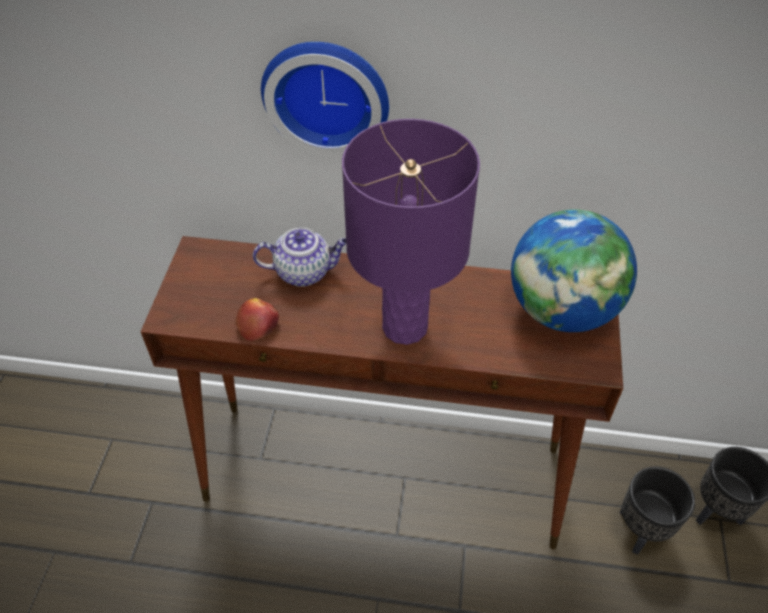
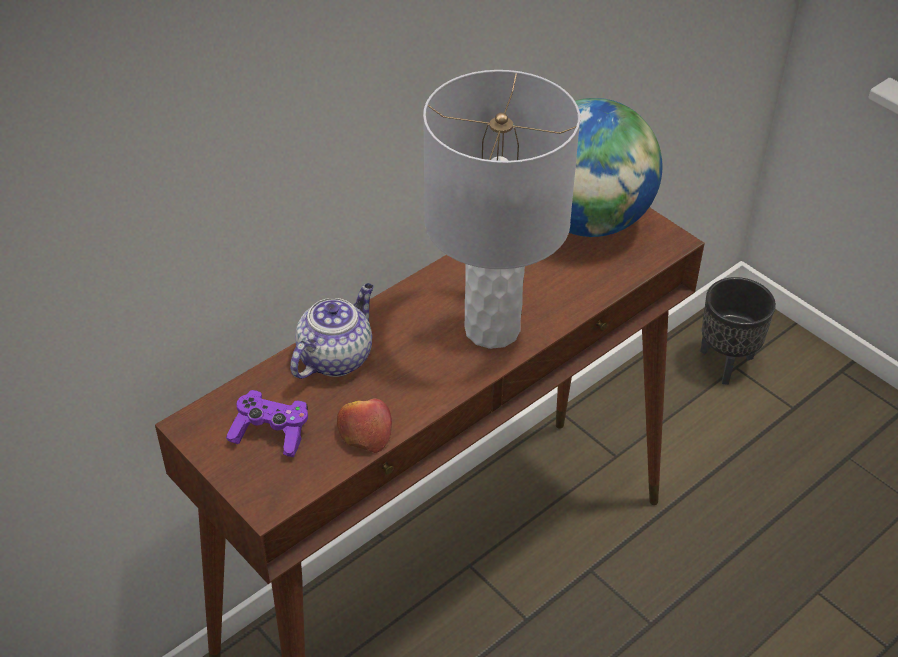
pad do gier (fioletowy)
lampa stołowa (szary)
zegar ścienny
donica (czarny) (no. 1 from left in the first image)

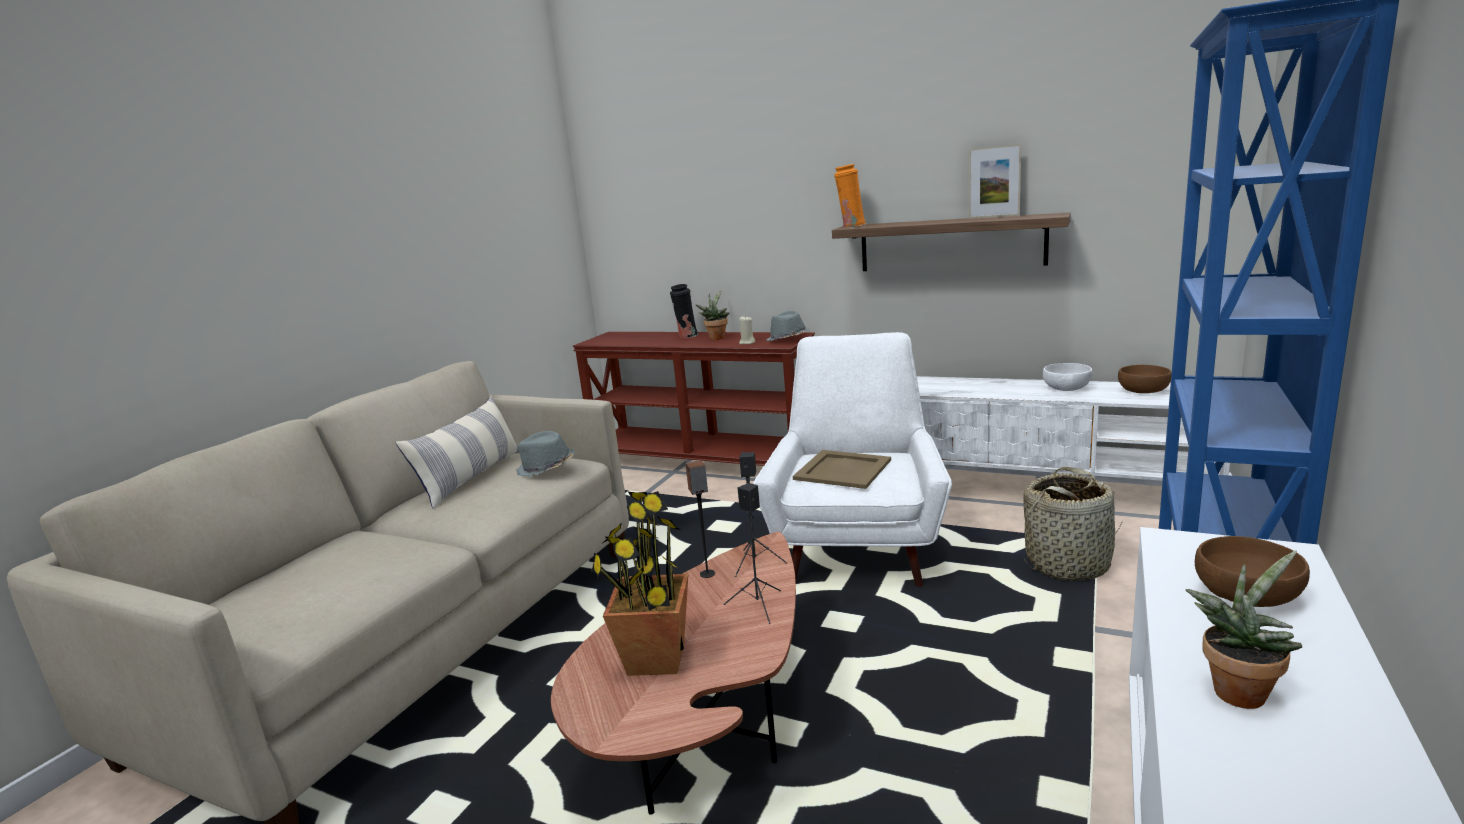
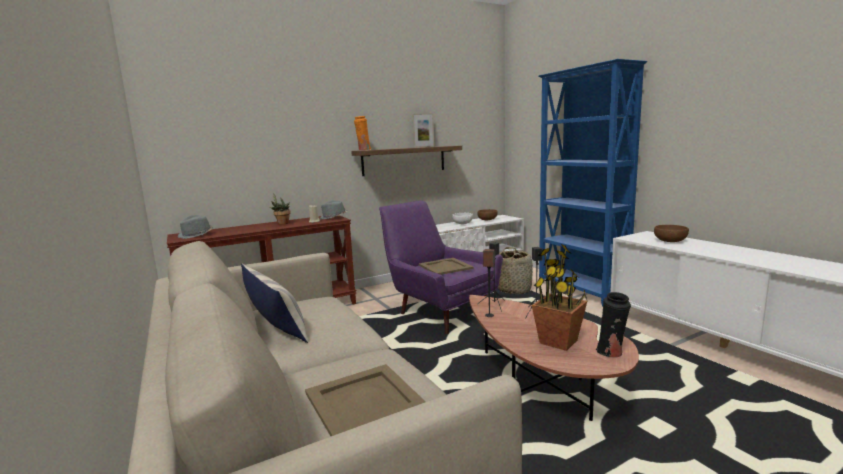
kapelusz (szary) (no. 1 from left)
taca (beżowy) (no. 1 from left)
fotel (fioletowy)
wazon (czarny)
roślina doniczkowa (no. 3 from left in the first image)

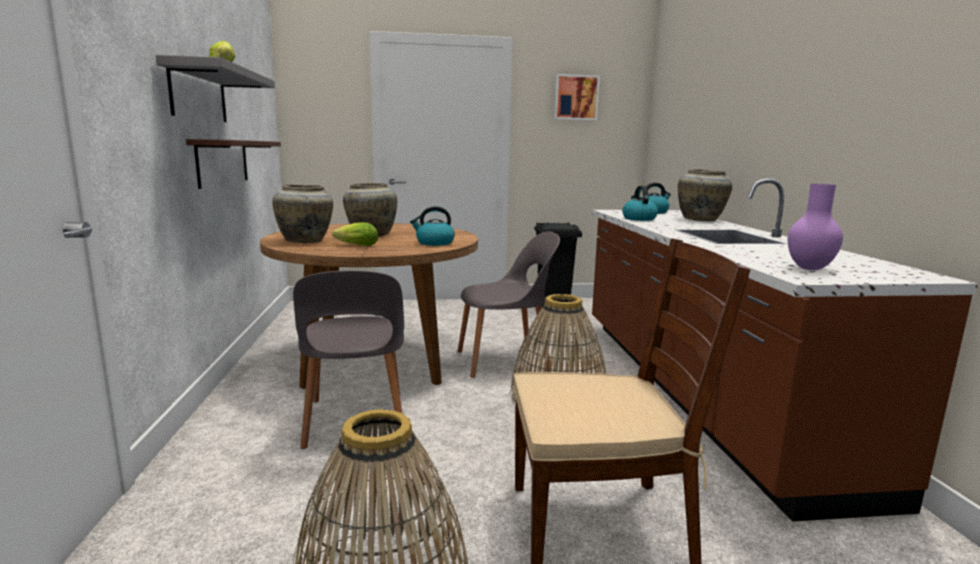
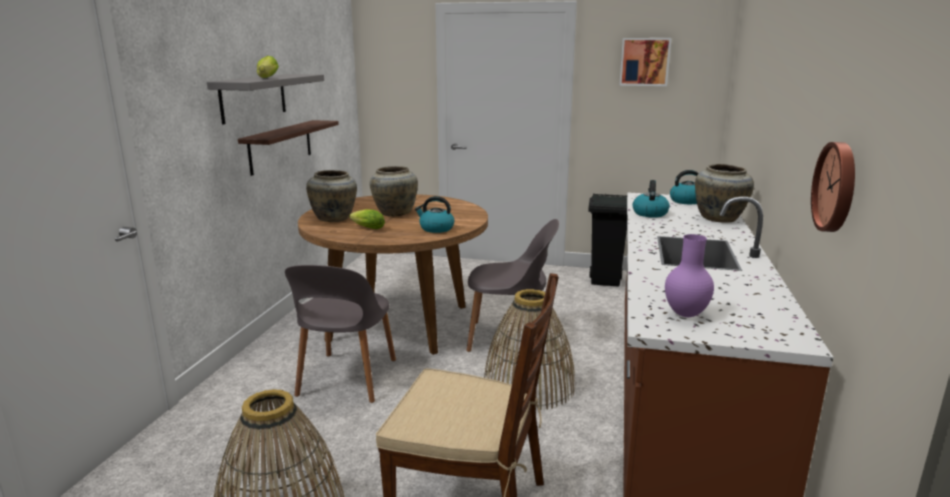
zegar ścienny

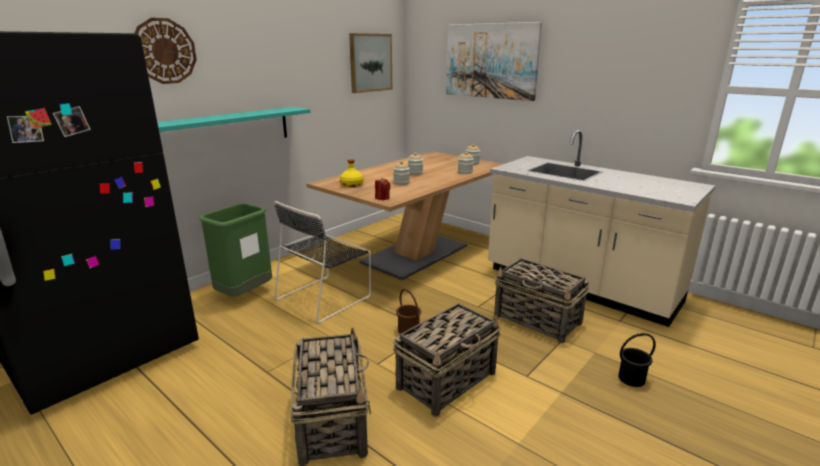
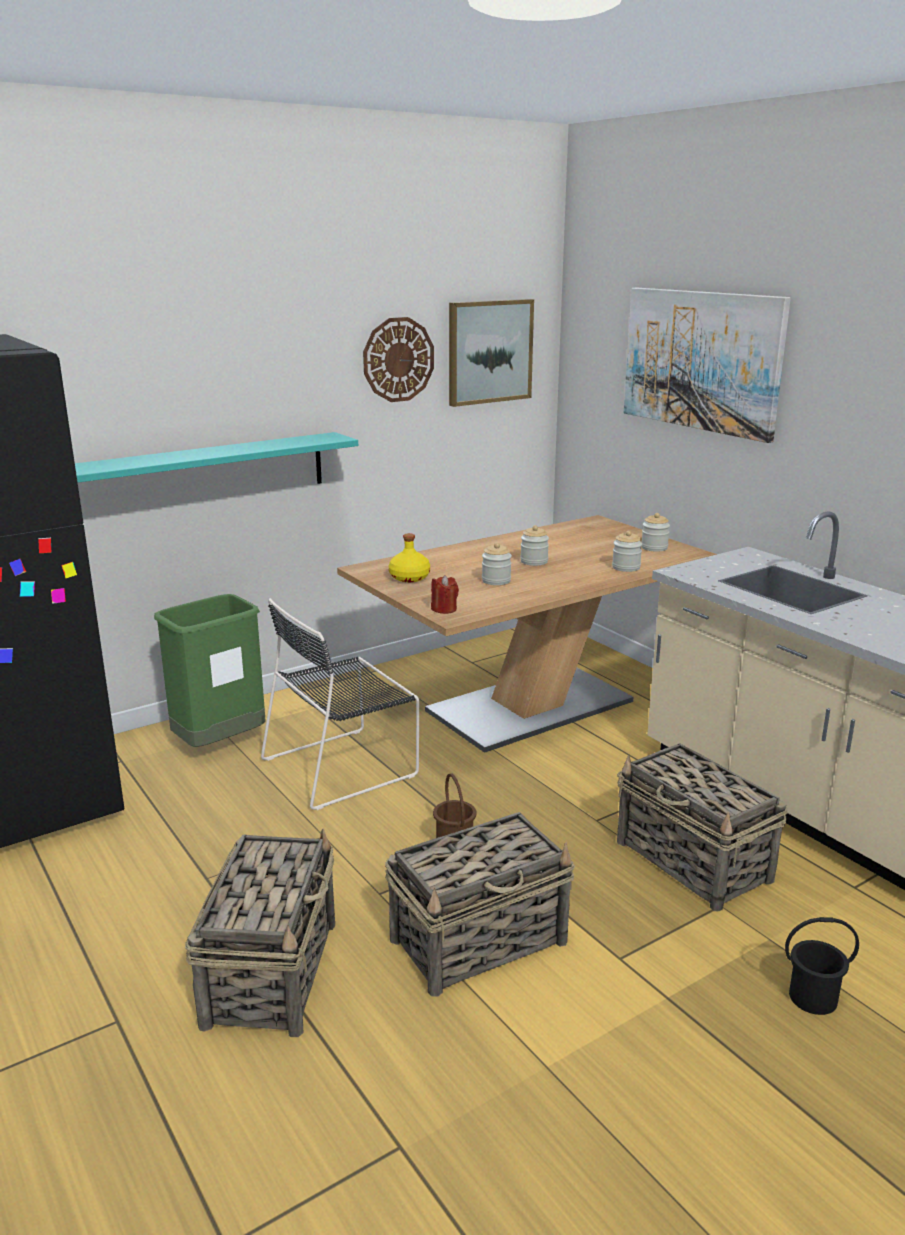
zegar ścienny

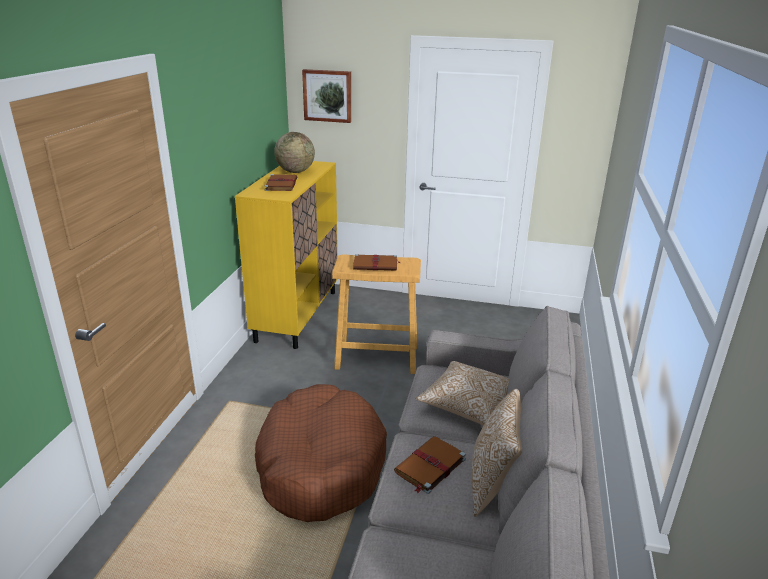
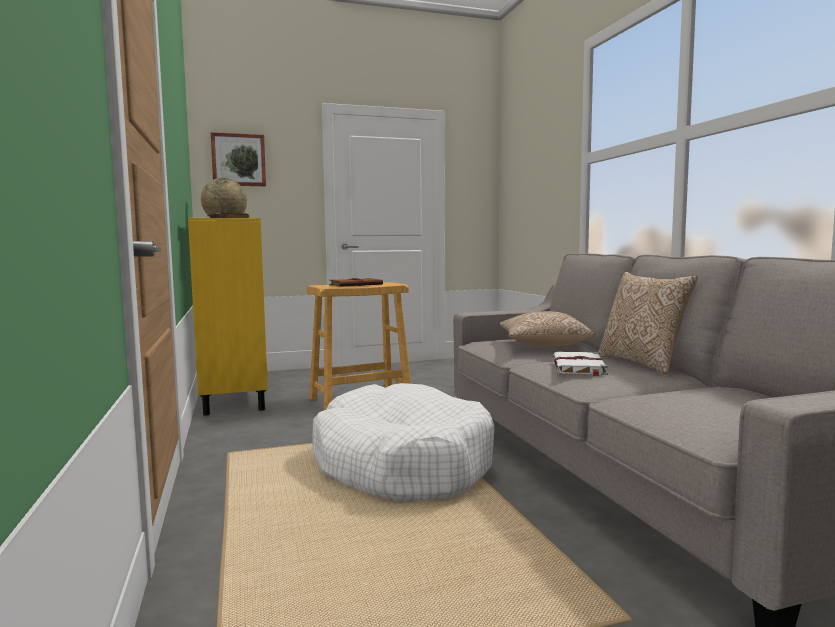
legowisko (biały)
książka (biały)

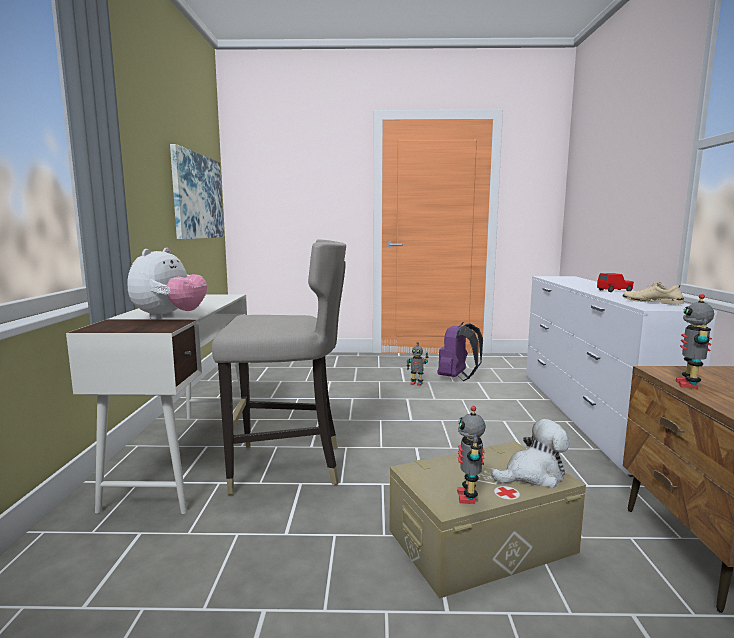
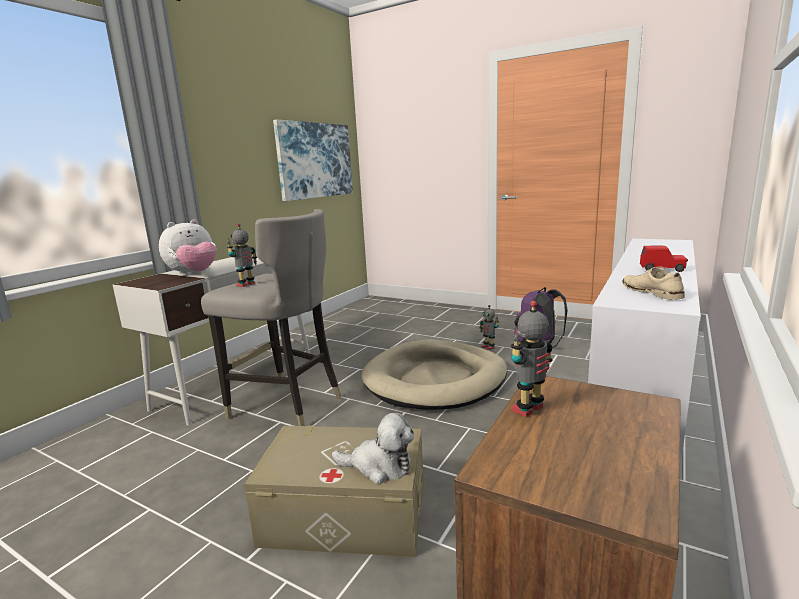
robot zabawkowy (no. 1 from left)
legowisko (beżowy)

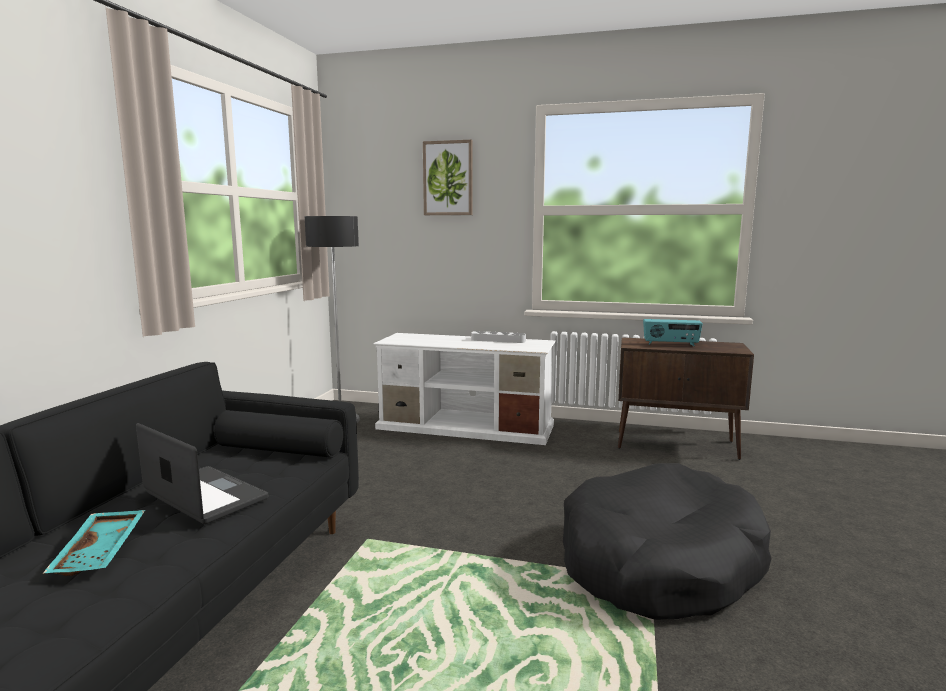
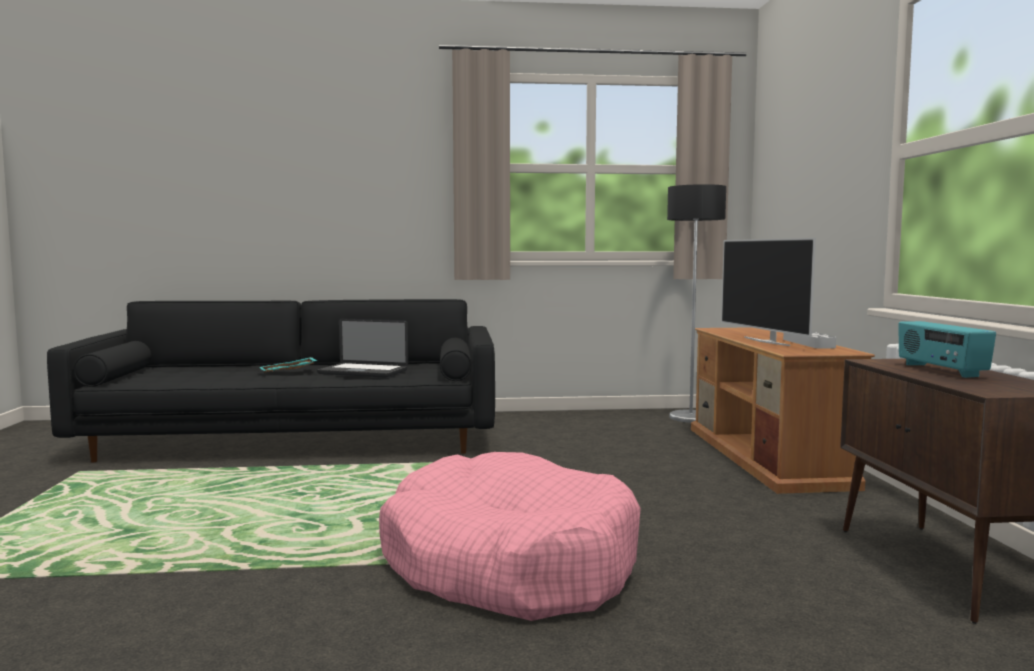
laptop
legowisko (różowy)
szafka pod telewizor (brązowy)
telewizor
obraz

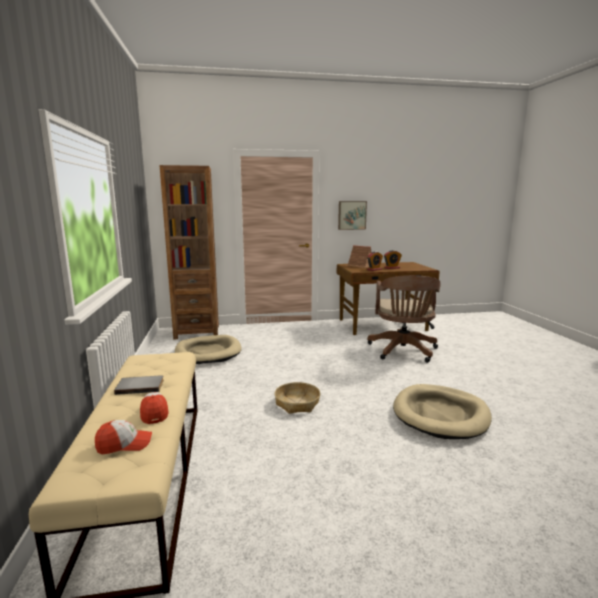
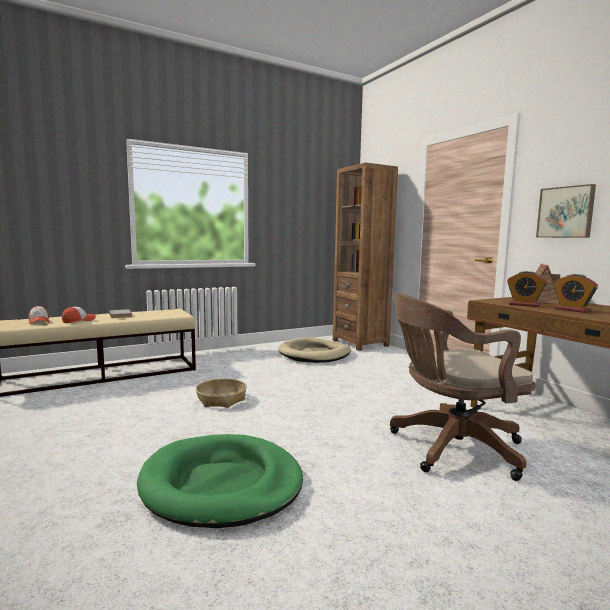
legowisko (zielony)

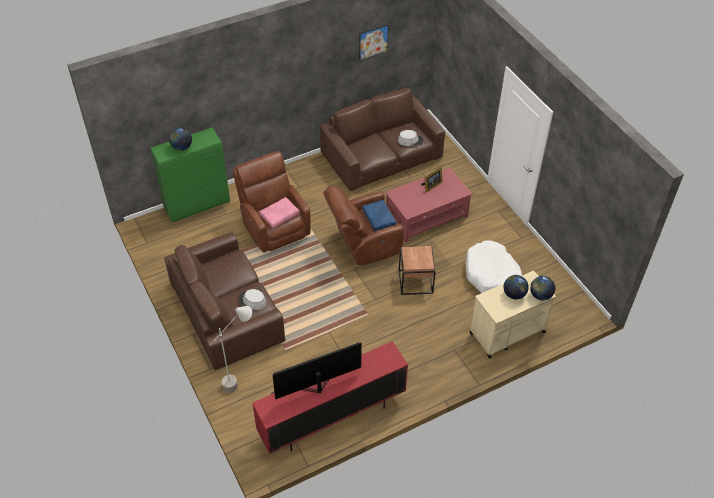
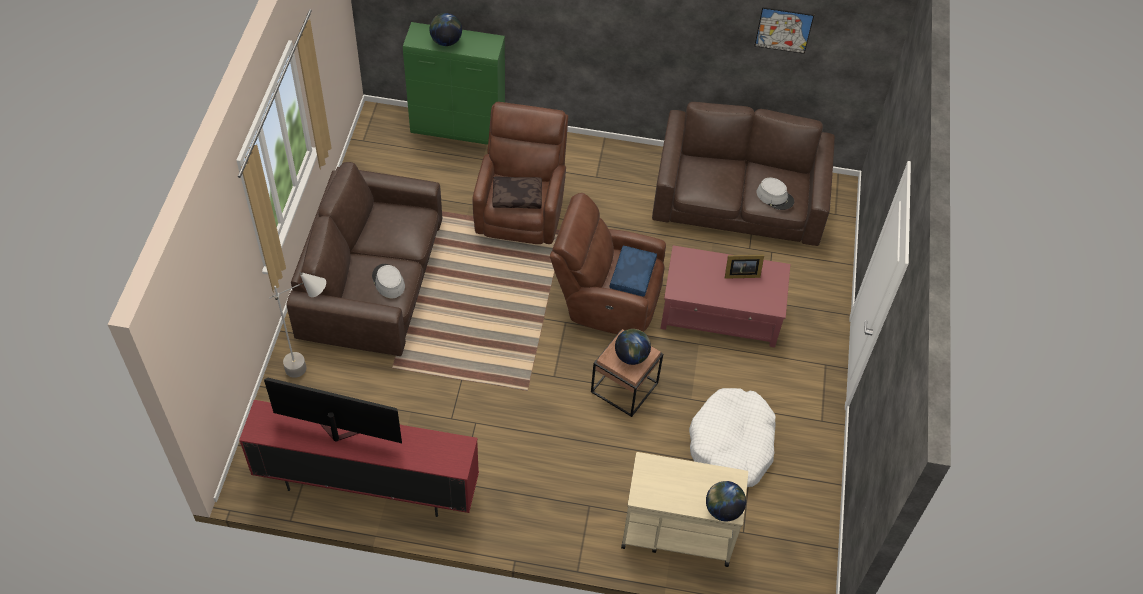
poduszka (brązowy)
globus (no. 2 from left)

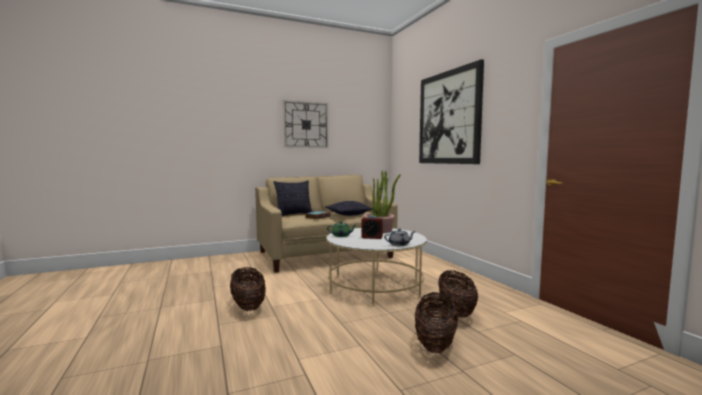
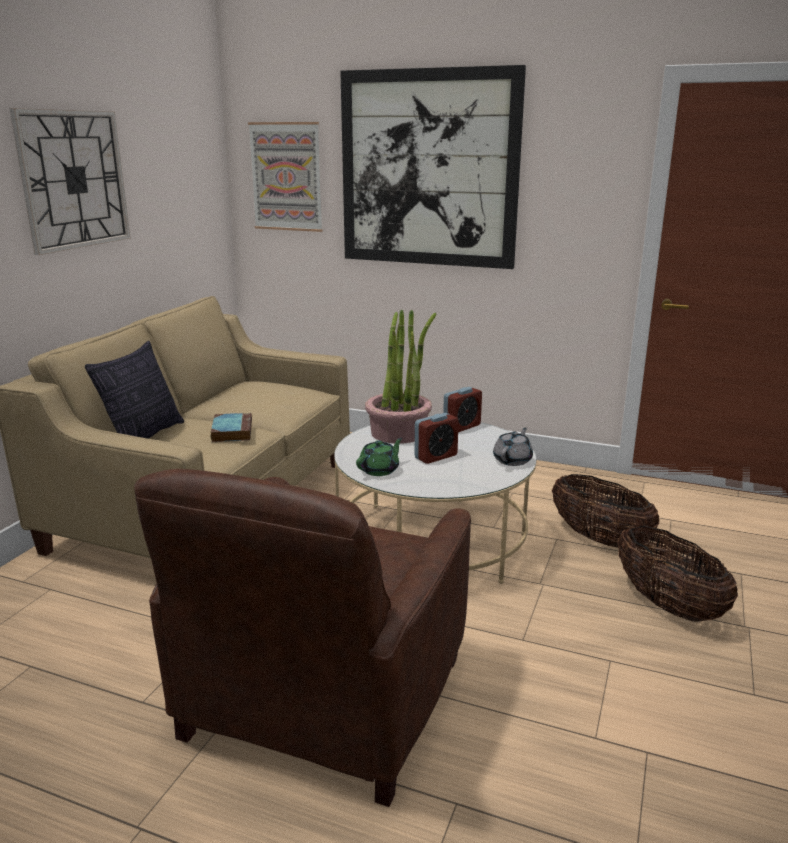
fotel (brązowy)
obraz (no. 1 from left)
budzik (no. 2 from left)
poduszka (no. 2 from left in the first image)

